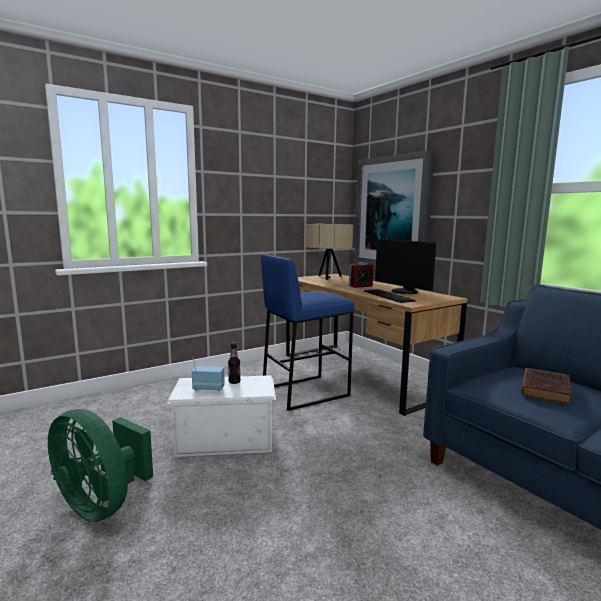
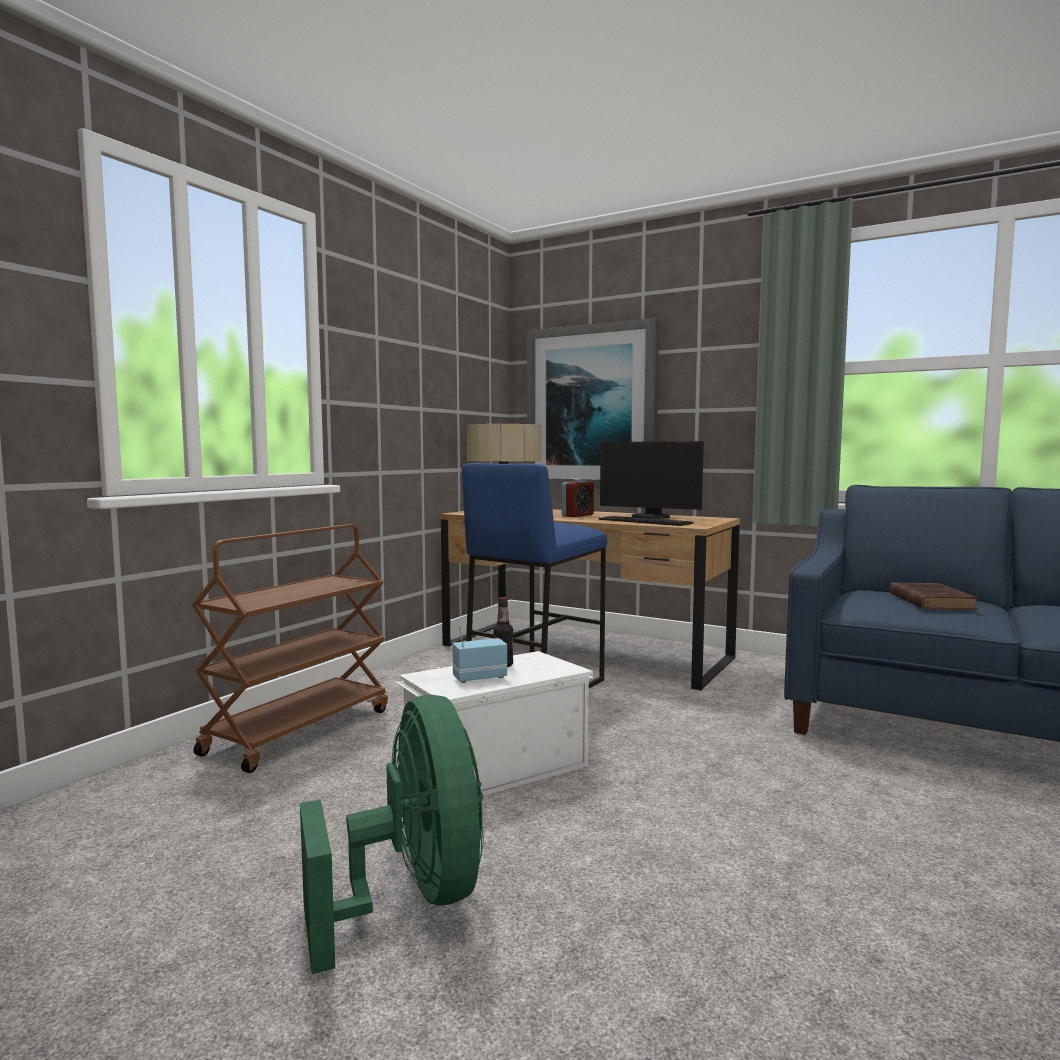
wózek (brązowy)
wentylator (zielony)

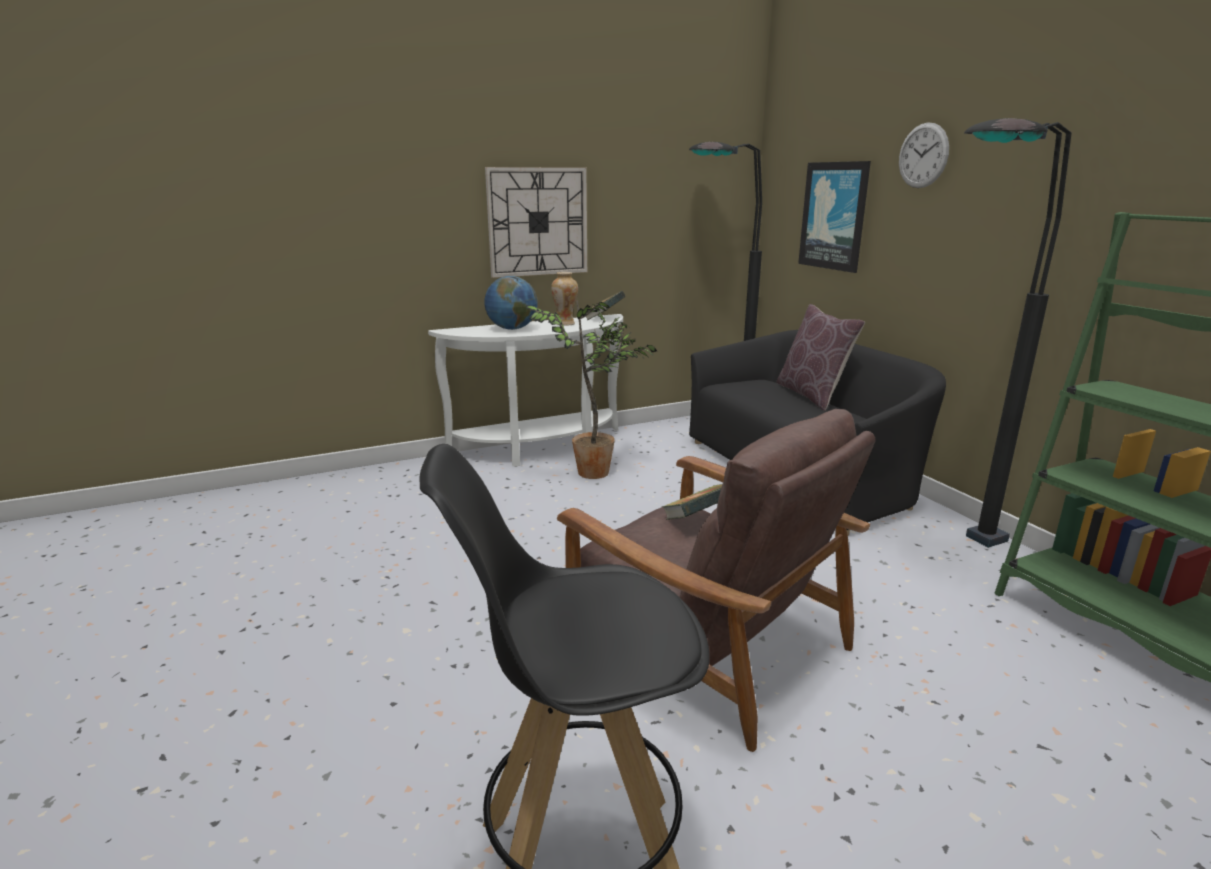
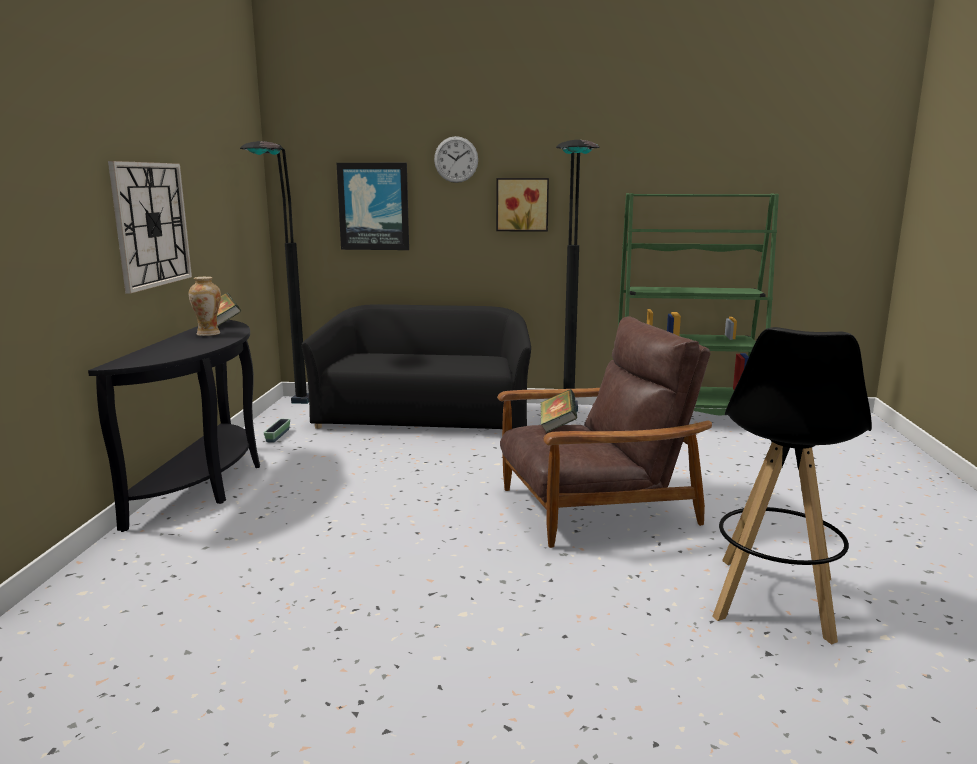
stolik konsolowy (czarny)
donica
obraz (no. 2 from left)
globus
roślina doniczkowa
poduszka (brązowy)

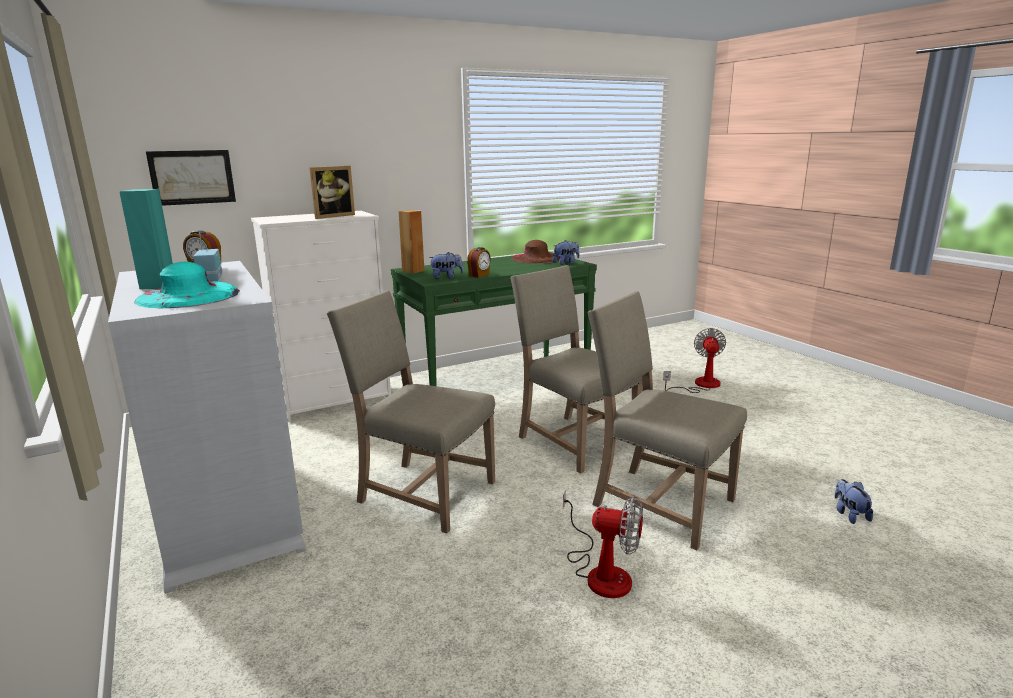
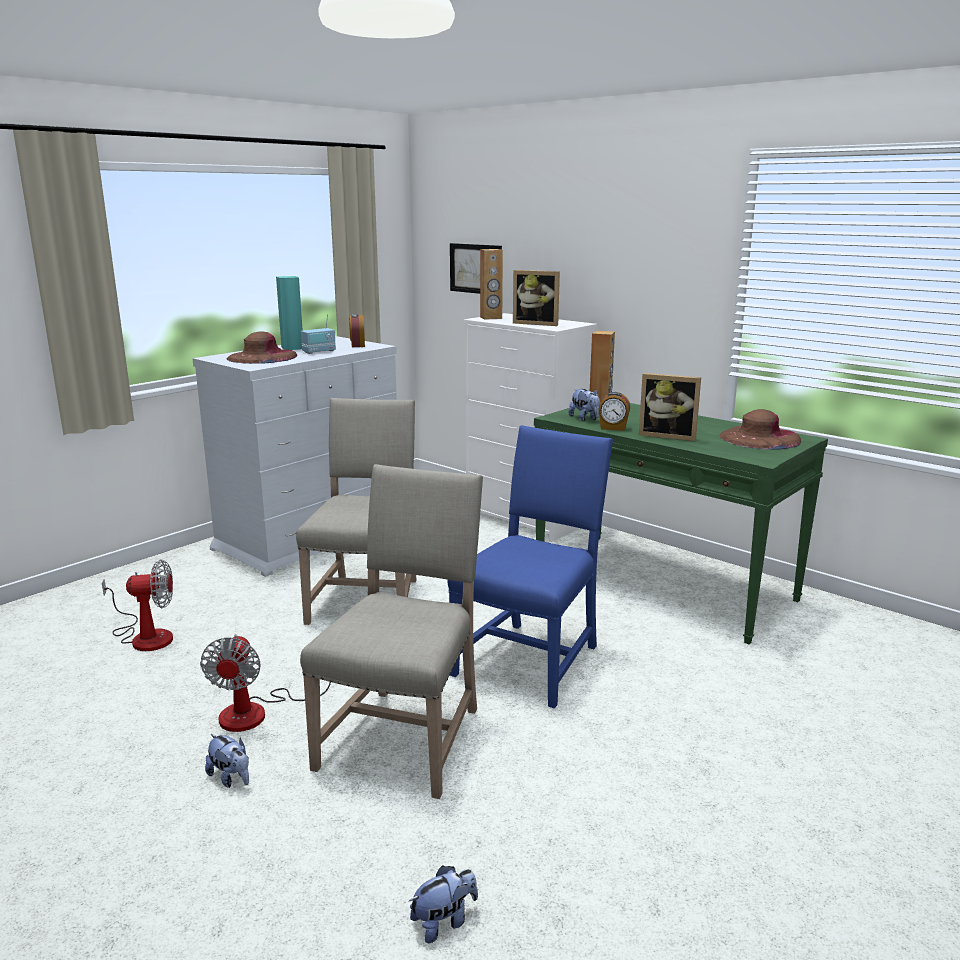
wentylator (no. 1 from left)
pluszak (no. 1 from left)
kapelusz (brązowy) (no. 1 from left)
krzesło (niebieski)
głośnik (brązowy) (no. 1 from left)
ramka na zdjęcie (no. 2 from left)

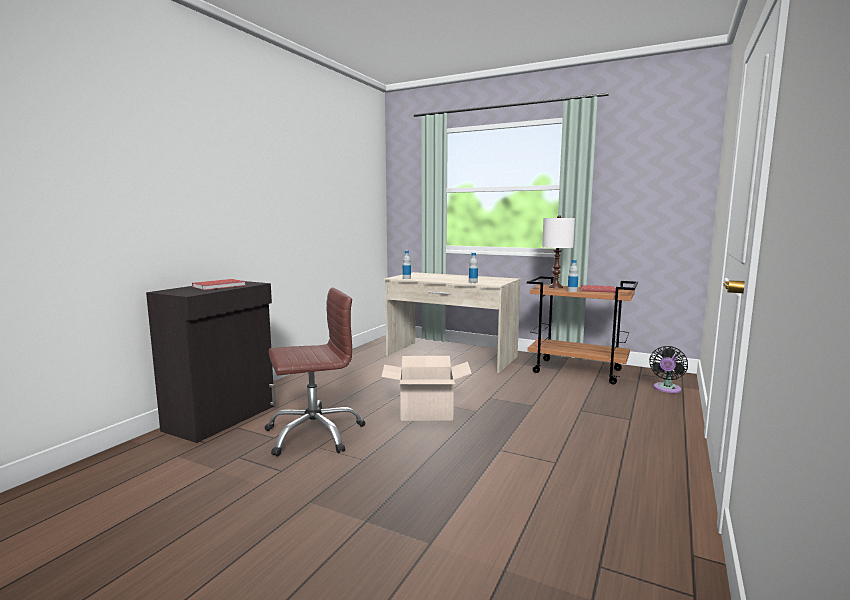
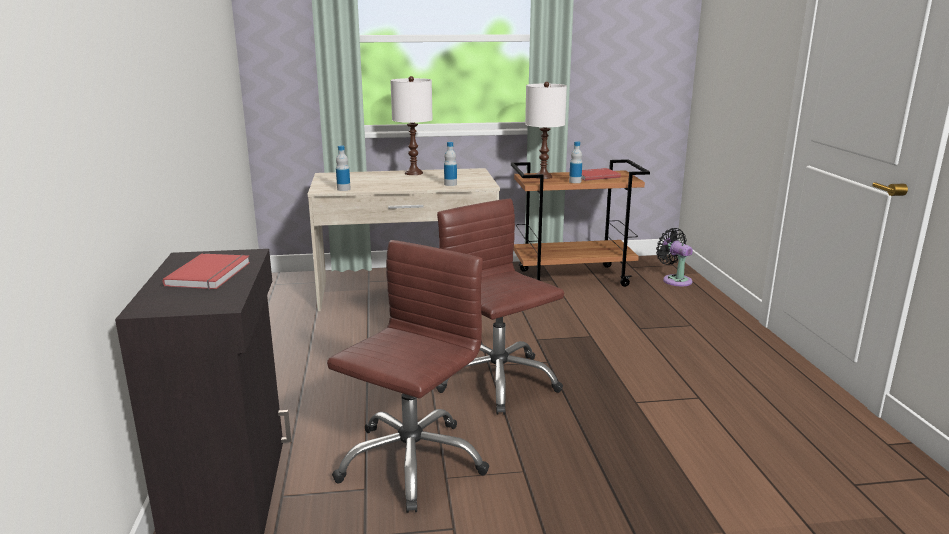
lampa stołowa (biały) (no. 1 from left)
krzesło biurowe (brązowy) (no. 2 from left)
wentylator (czarny)

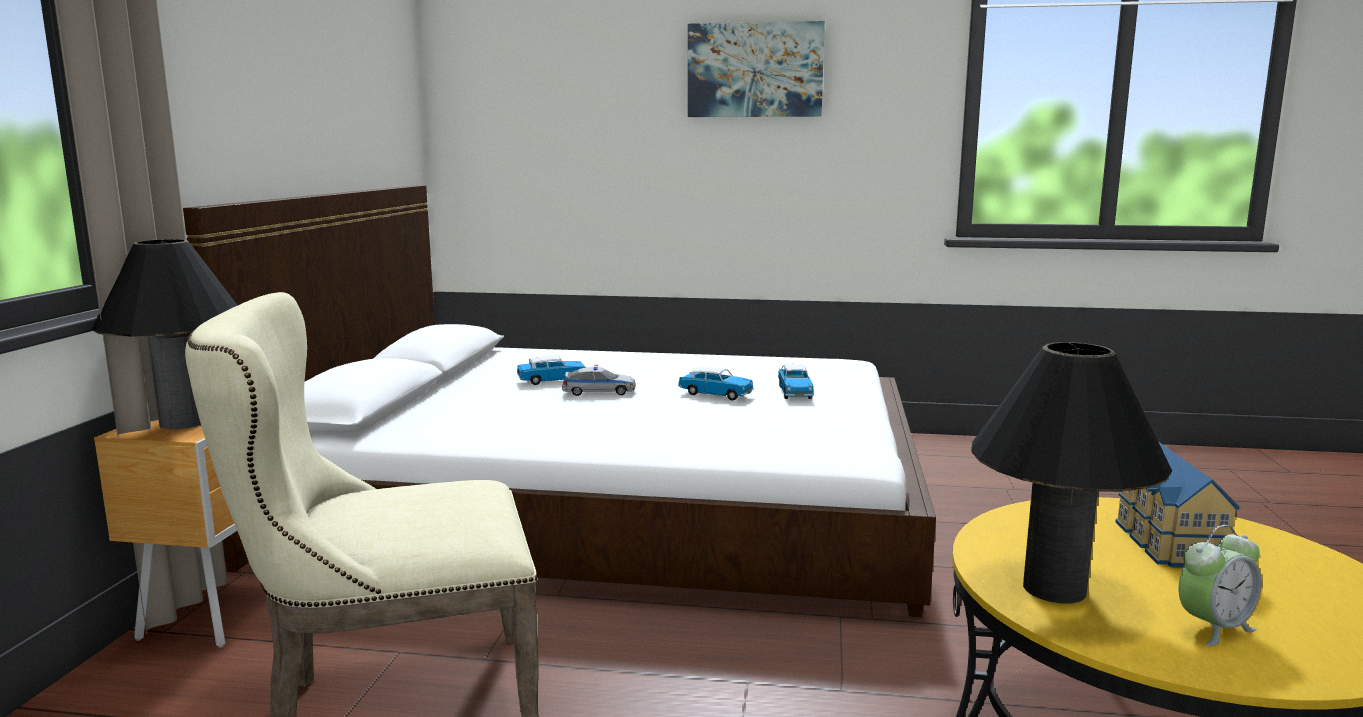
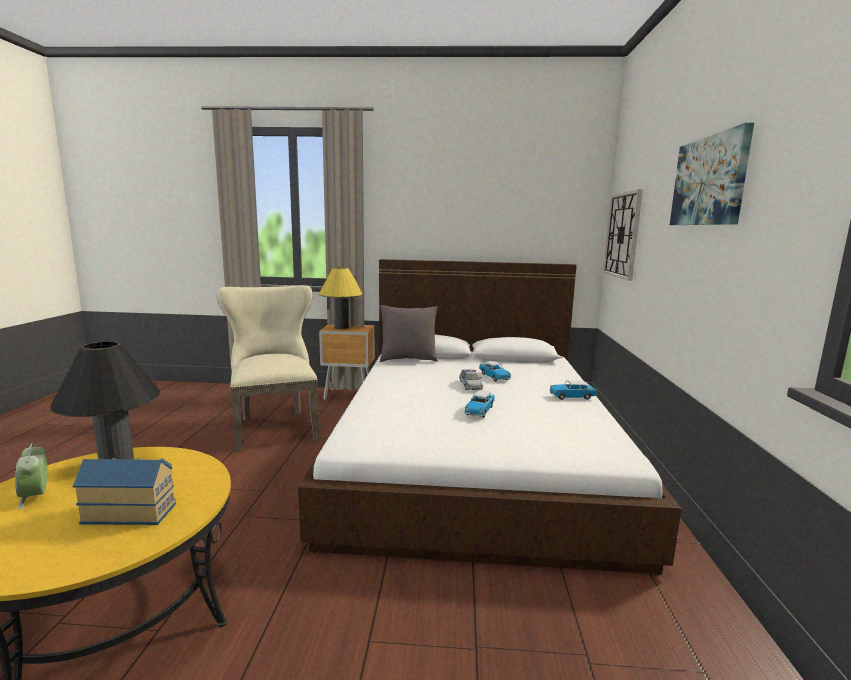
lampa stołowa (żółty)
poduszka (szary)
samochodzik (no. 4 from left)
zegar ścienny

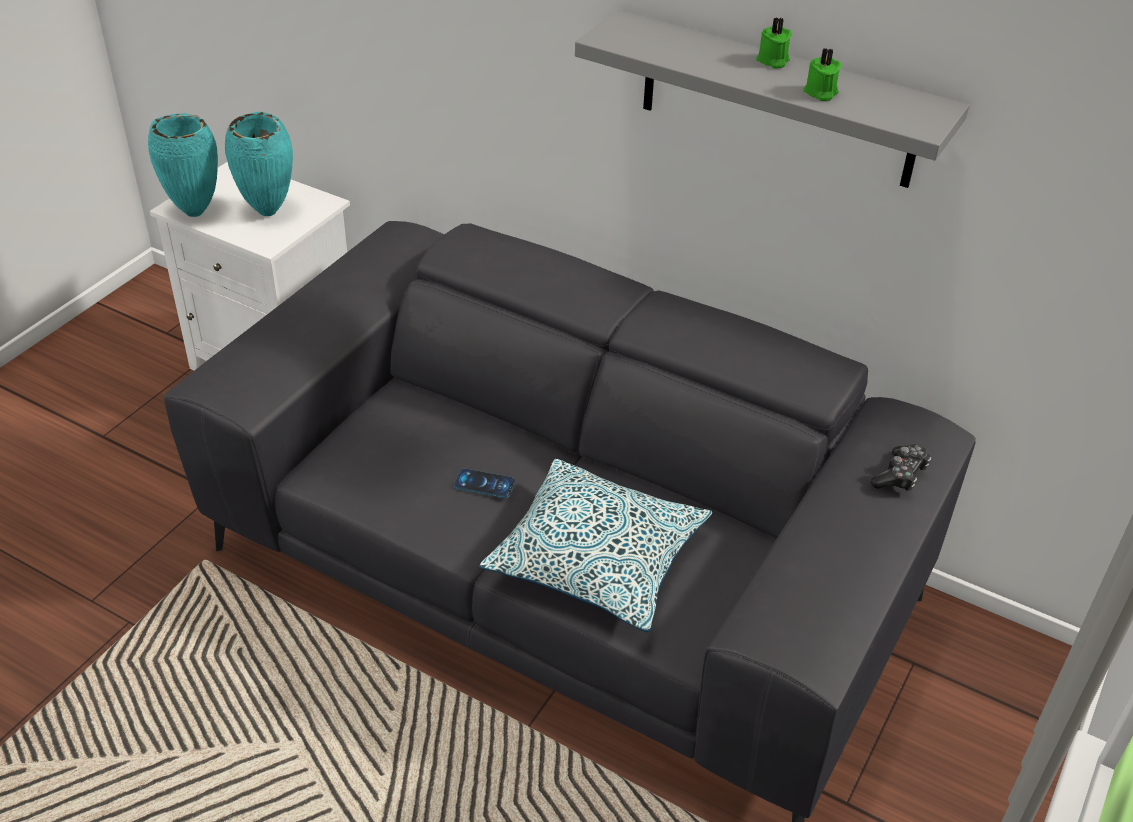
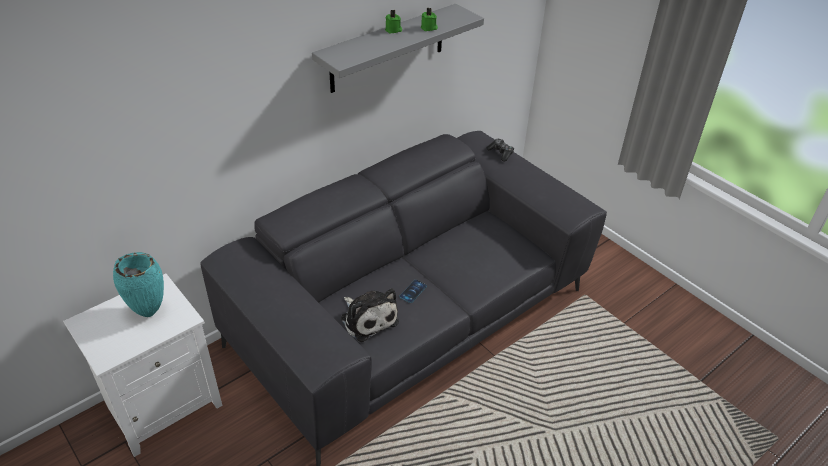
pluszak
wazon (turkusowy) (no. 1 from left in the first image)
poduszka

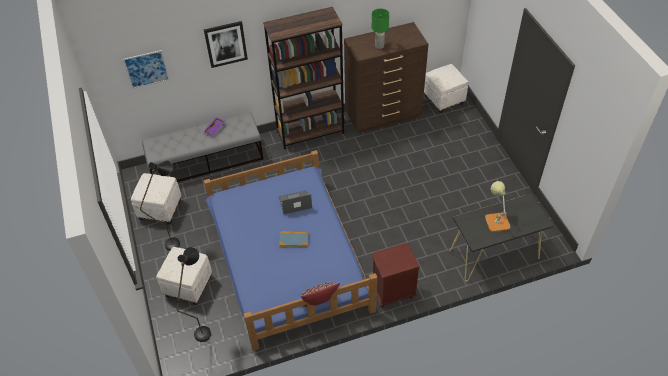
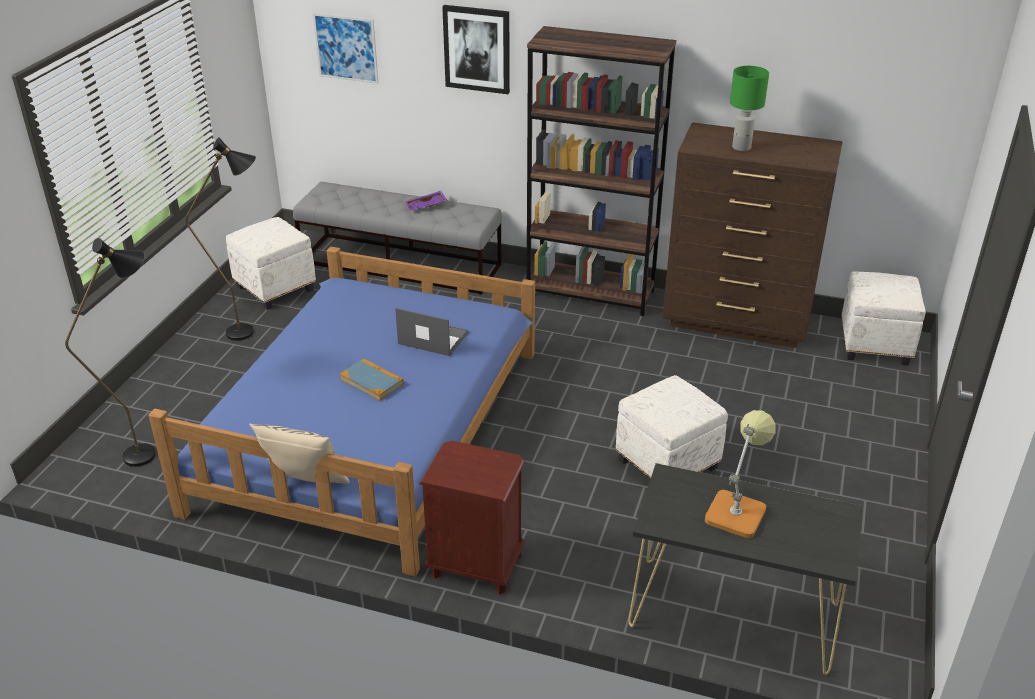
poduszka (beżowy)
pufa (biały) (no. 2 from left)

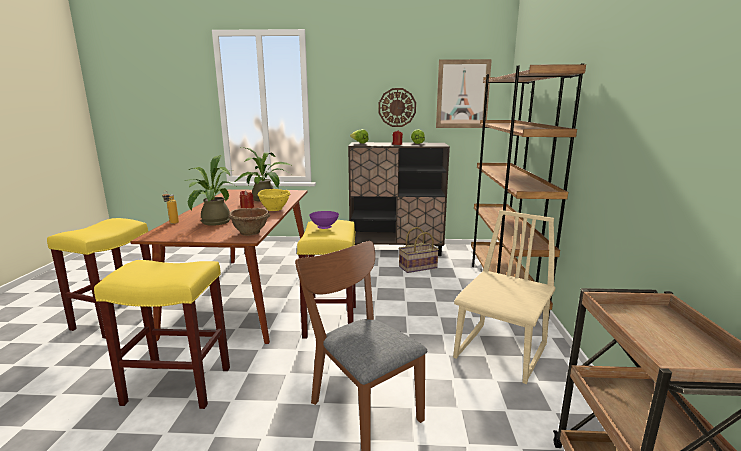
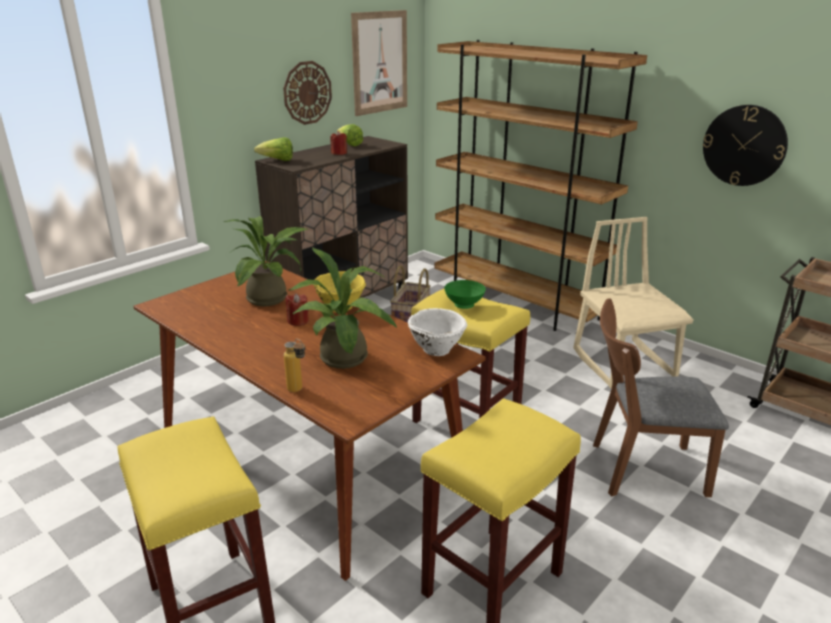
miska (biały)
miska (zielony)
zegar ścienny (no. 2 from left)

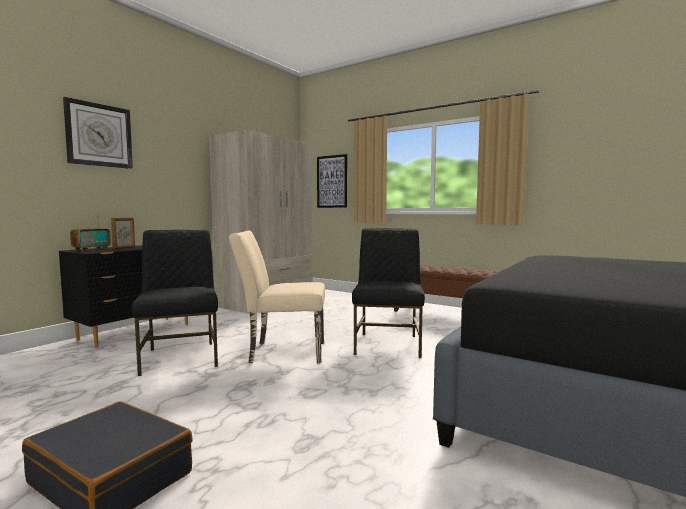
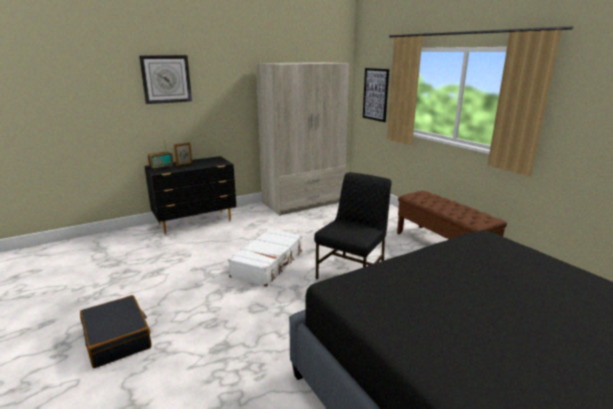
walizka (biały)
krzesło (czarny) (no. 1 from left in the first image)

